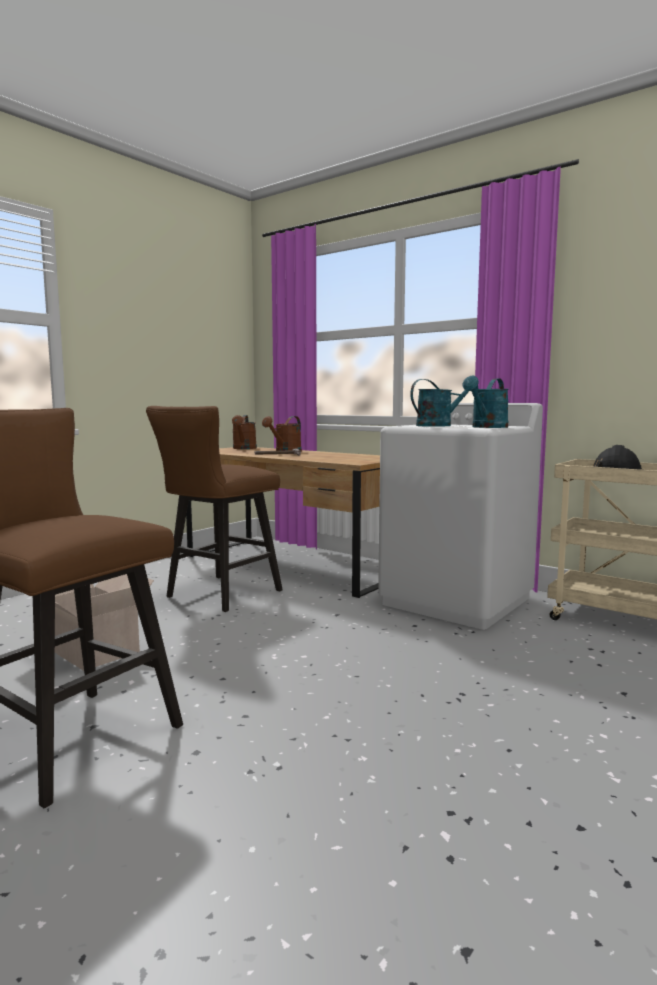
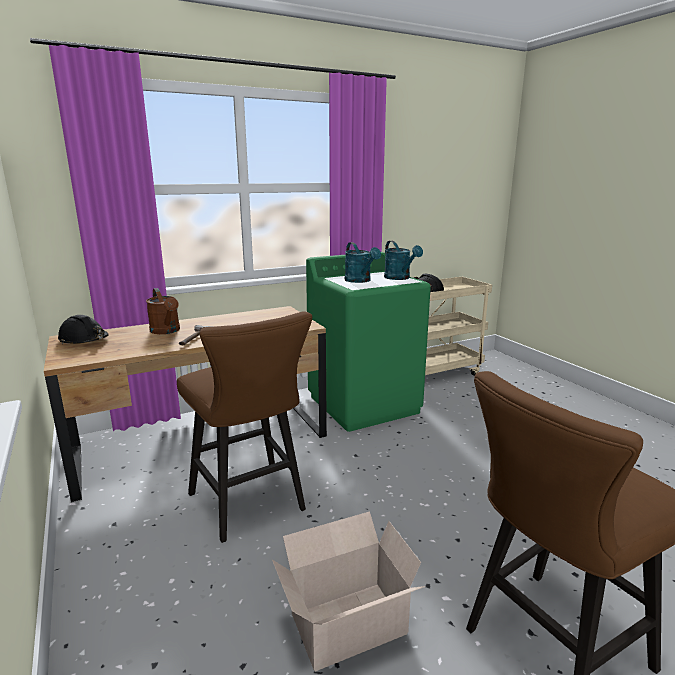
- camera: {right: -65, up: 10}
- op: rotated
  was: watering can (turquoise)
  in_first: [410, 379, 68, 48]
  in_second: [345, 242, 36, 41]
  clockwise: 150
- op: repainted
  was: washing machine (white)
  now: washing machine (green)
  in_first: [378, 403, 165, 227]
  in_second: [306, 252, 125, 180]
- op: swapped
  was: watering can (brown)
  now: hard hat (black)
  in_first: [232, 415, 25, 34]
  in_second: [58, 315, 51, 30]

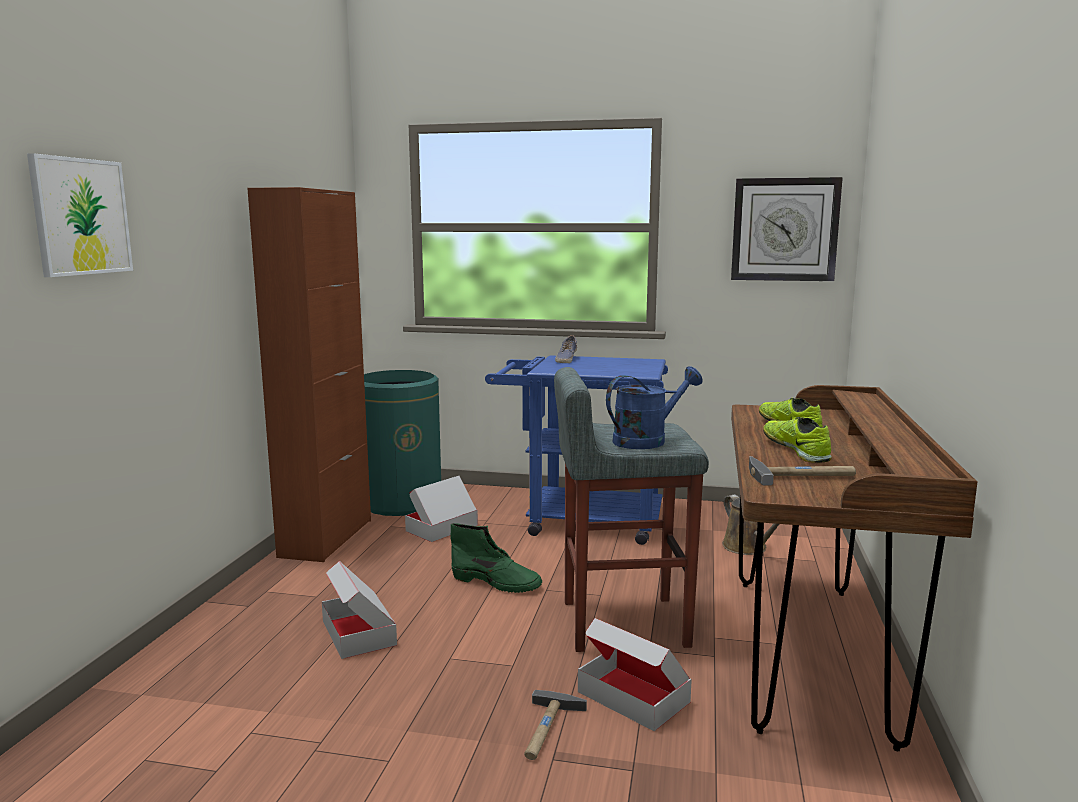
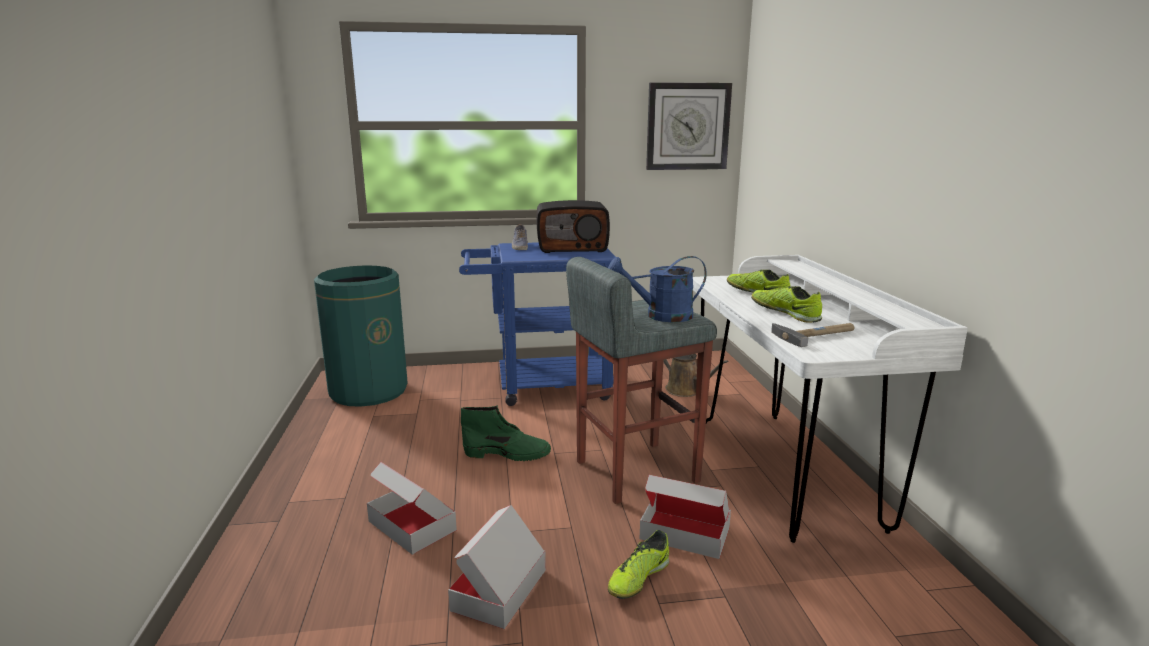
- camera: {right: -20, up: 5}
- op: gone
  was: picture
  in_first: [27, 153, 106, 124]
- op: gone
  was: cabinet (brown)
  in_first: [247, 187, 124, 375]
- op: rotated
  was: watering can (blue)
  in_first: [606, 366, 96, 83]
  in_second: [608, 256, 99, 66]
  clockwise: -135
- op: repainted
  was: desk (brown)
  now: desk (white)
  in_first: [731, 385, 247, 366]
  in_second: [693, 255, 275, 288]
- op: shifted
  was: cardboard box
  in_first: [405, 476, 73, 66]
  in_second: [448, 505, 98, 124]
- op: swapped
  was: hammer
  now: shoe
  in_first: [524, 690, 63, 70]
  in_second: [608, 530, 61, 69]
- op: new
  now: radio
  in_second: [536, 200, 74, 53]

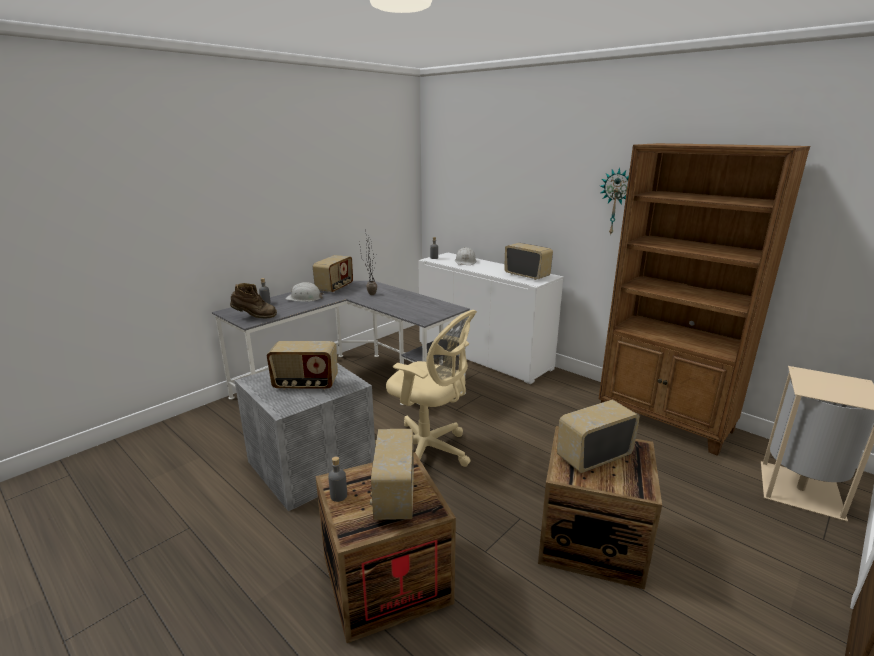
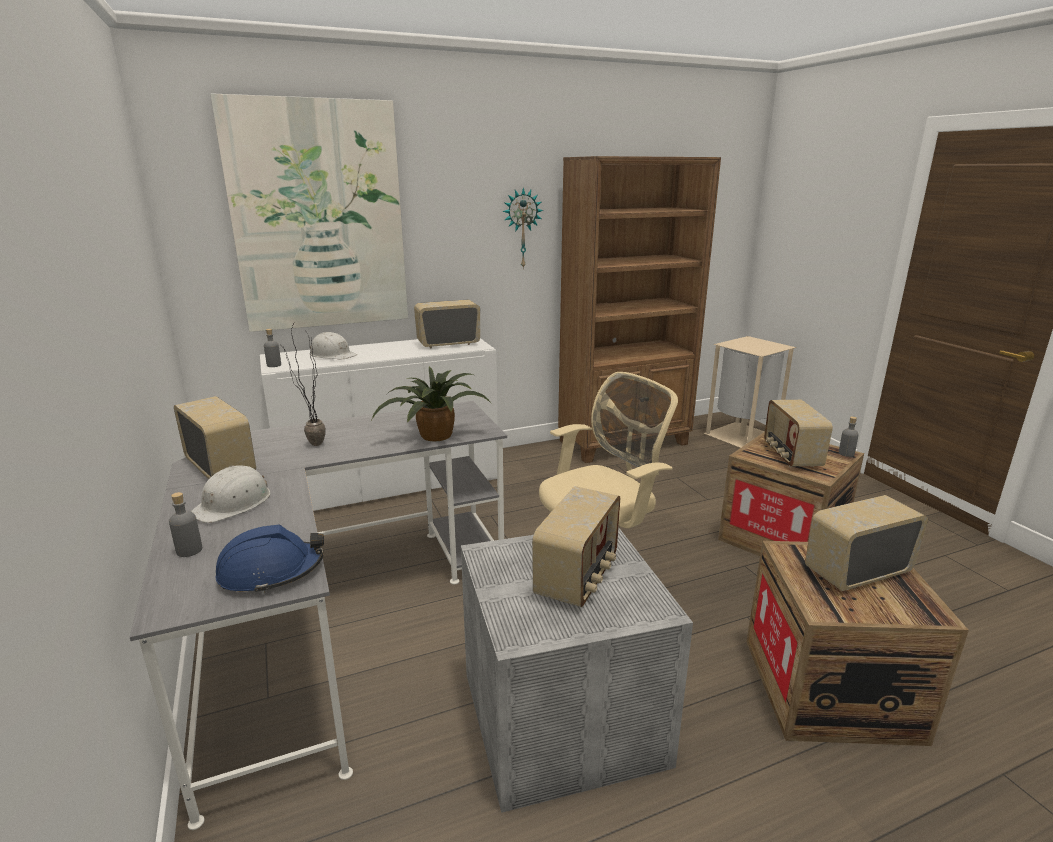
- camera: {right: -65, up: 0}
- op: swapped
  was: boot (brown)
  now: hard hat (blue)
  in_first: [230, 283, 47, 36]
  in_second: [215, 525, 109, 69]
- op: rotated
  was: radio
  in_first: [370, 429, 44, 91]
  in_second: [805, 495, 123, 96]
  clockwise: 135
- op: shifted
  was: bottle (grey)
  in_first: [328, 456, 19, 46]
  in_second: [839, 417, 20, 40]
- op: new
  now: picture
  in_second: [210, 93, 198, 239]
- op: new
  now: potted plant
  in_second: [371, 367, 120, 74]

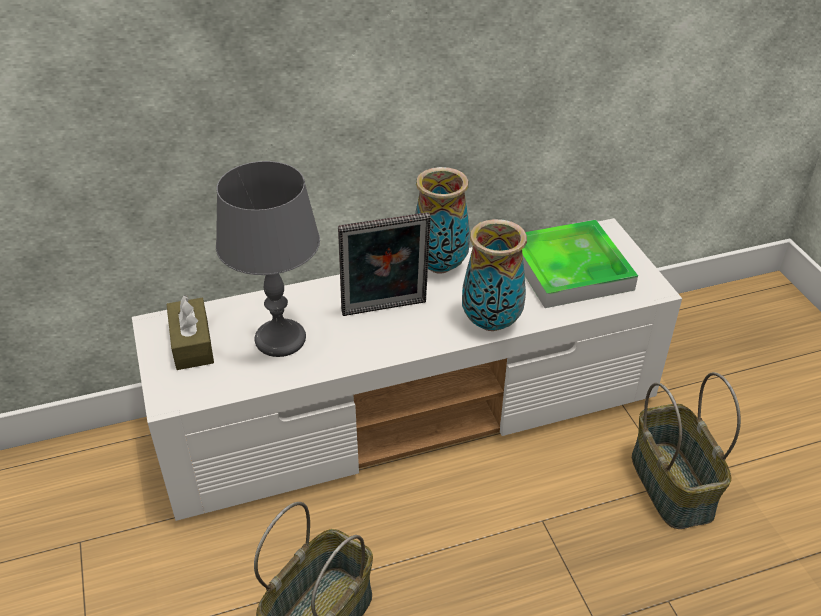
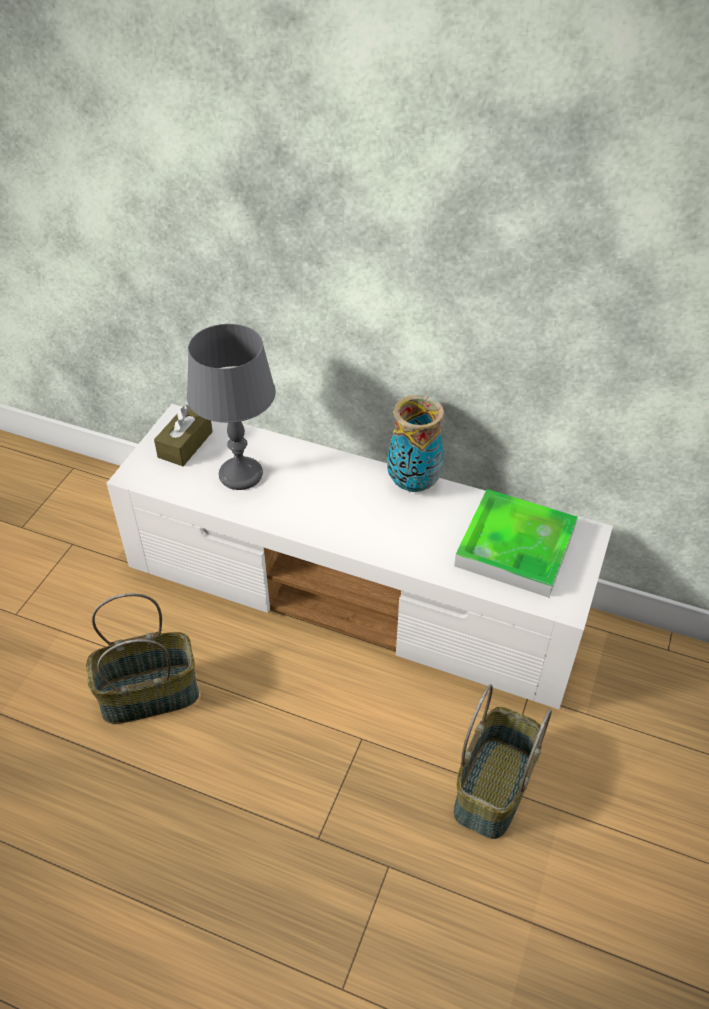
- camera: {right: 40, up: 5}
- op: gone
  was: picture frame
  in_first: [338, 212, 93, 104]
- op: gone
  was: vase
  in_first: [462, 219, 65, 112]

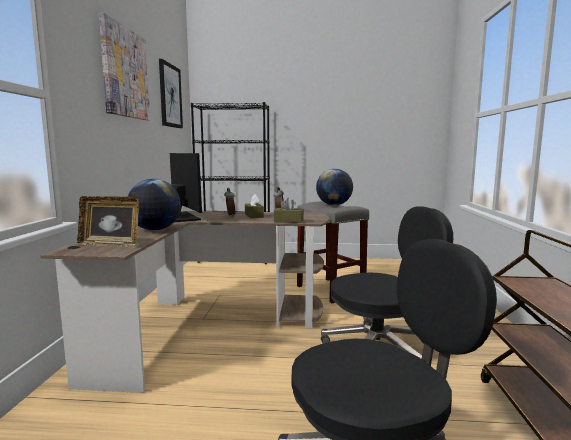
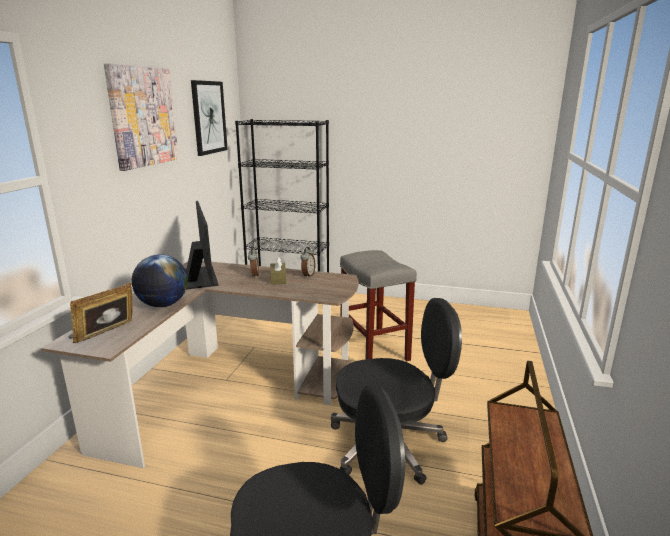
- camera: {right: 10, up: 10}
- op: gone
  was: globe
  in_first: [316, 169, 37, 37]
- op: rotated
  was: picture frame
  in_first: [77, 196, 62, 52]
  in_second: [70, 283, 63, 60]
  clockwise: 105
- op: gone
  was: tissue box (brown)
  in_first: [274, 198, 30, 25]

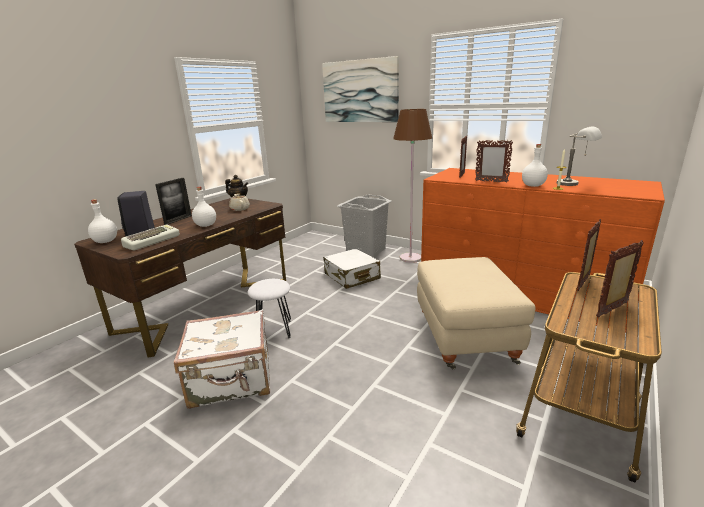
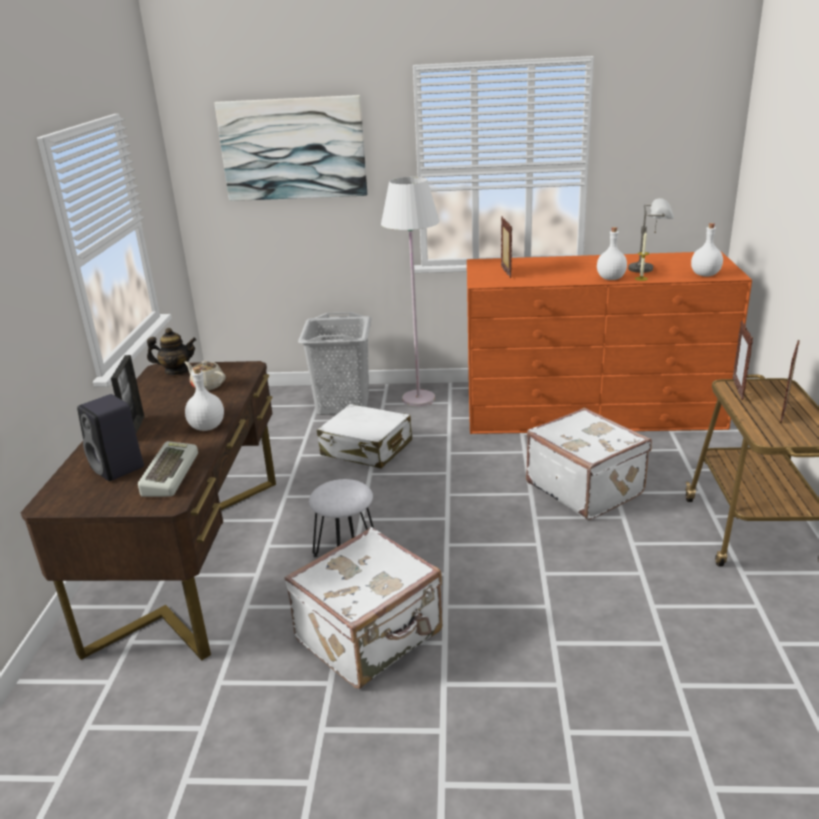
- camera: {right: -30, up: 5}
- op: repainted
  was: floor lamp (brown)
  now: floor lamp (white)
  in_first: [393, 109, 39, 154]
  in_second: [381, 177, 58, 230]
- op: gone
  was: picture frame
  in_first: [475, 140, 38, 43]
- op: shifted
  was: bottle (white)
  in_first: [88, 199, 29, 44]
  in_second: [691, 223, 32, 53]
- op: swapped
  was: ottoman (beige)
  now: suitcase (white)
  in_first: [417, 257, 118, 112]
  in_second: [526, 408, 126, 112]

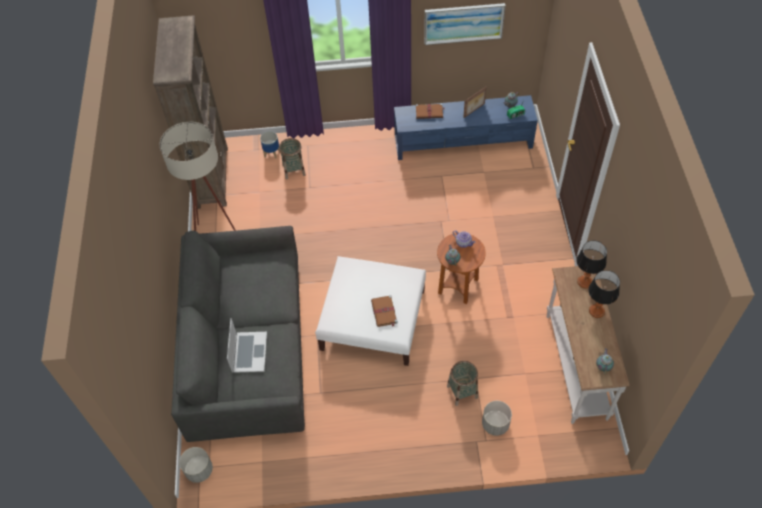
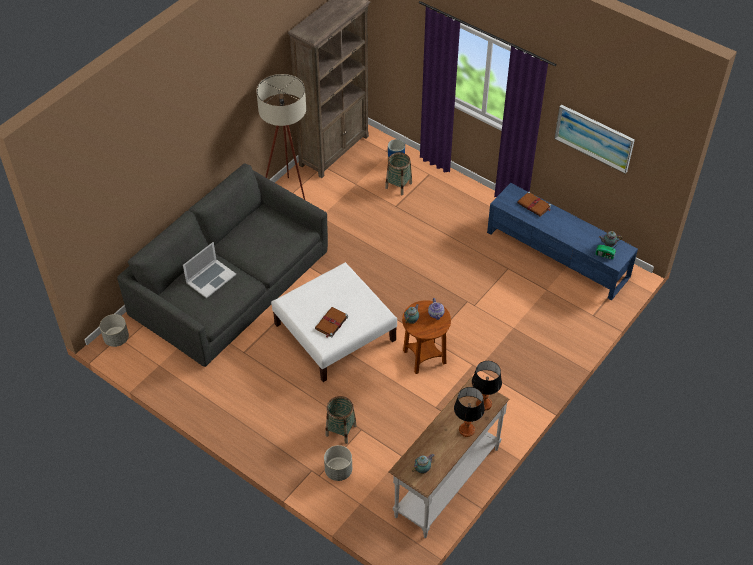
- camera: {right: 40, up: -5}
- op: gone
  was: picture frame
  in_first: [463, 87, 23, 31]

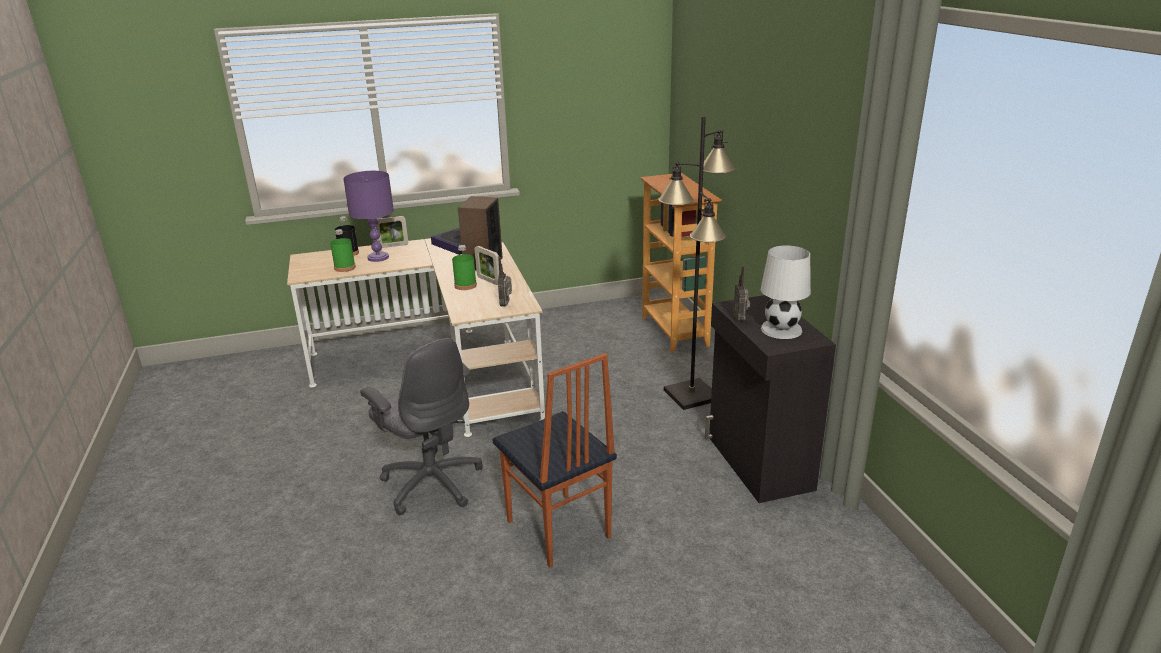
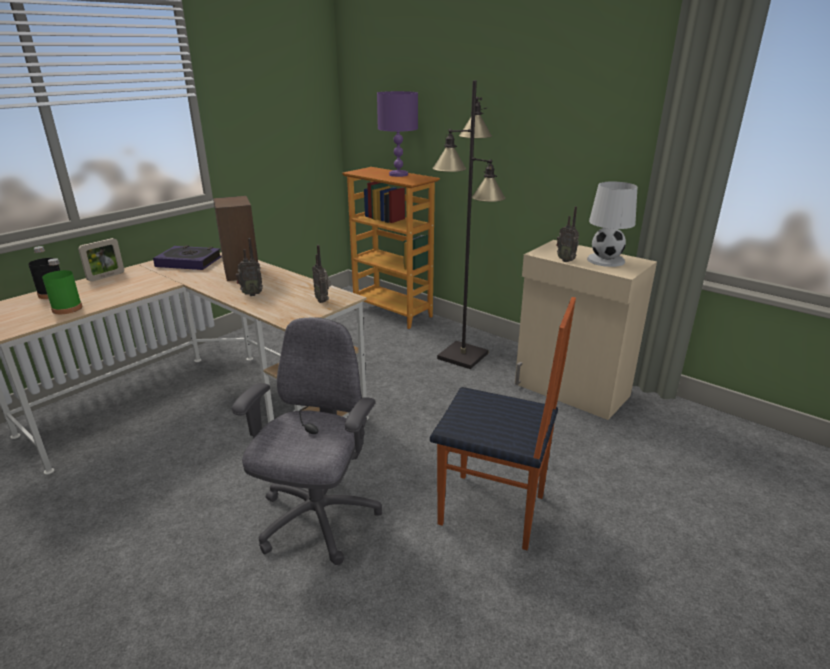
- camera: {right: -35, up: 0}
- op: shifted
  was: table lamp (purple)
  in_first: [343, 171, 51, 91]
  in_second: [377, 91, 41, 86]
- op: swapped
  was: bottle (green)
  now: radio
  in_first: [452, 245, 25, 45]
  in_second: [236, 238, 27, 58]
- op: gone
  was: picture frame
  in_first: [475, 246, 24, 39]
- op: repainted
  was: cabinet (black)
  now: cabinet (beige)
  in_first: [705, 295, 131, 208]
  in_second: [515, 240, 142, 180]
- op: rotated
  was: office chair (grey)
  in_first: [360, 338, 123, 177]
  in_second: [232, 317, 150, 248]
  clockwise: -90

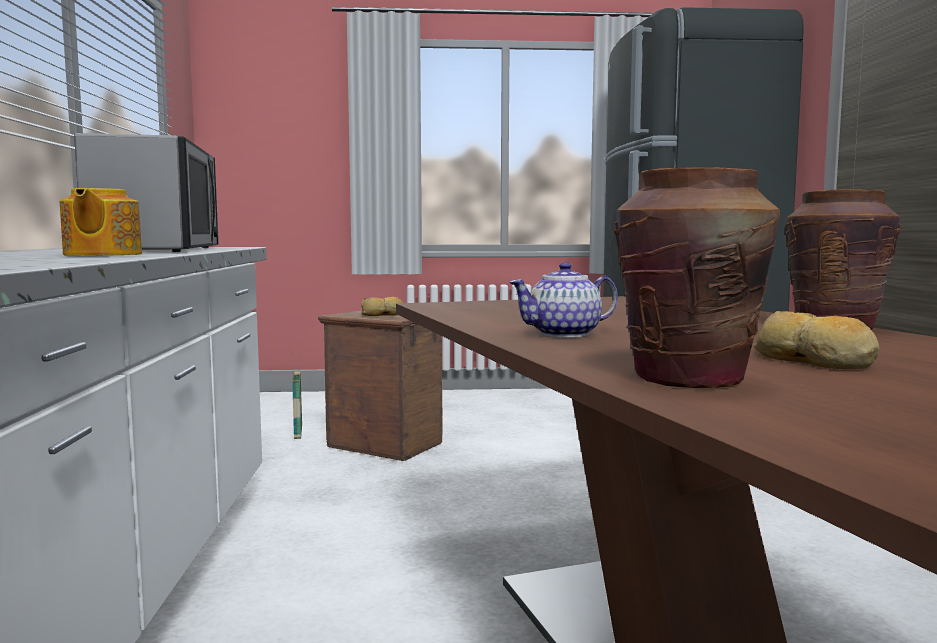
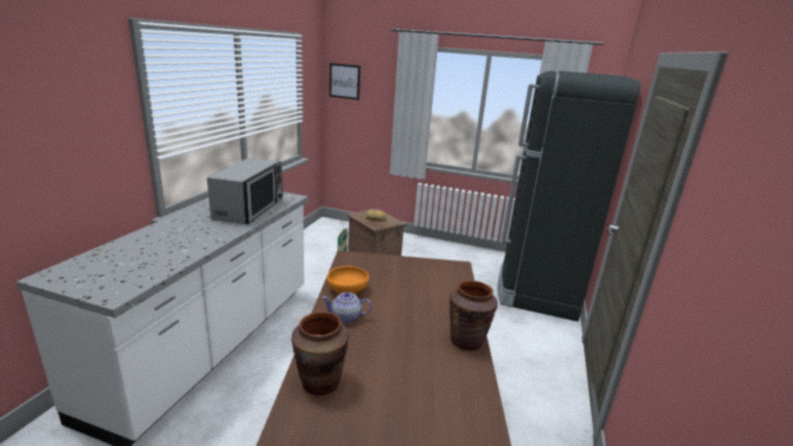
- camera: {right: 20, up: 15}
- op: gone
  was: teapot
  in_first: [60, 188, 82, 68]
- op: gone
  was: bread
  in_first: [754, 311, 125, 58]
- op: new
  now: picture
  in_second: [329, 63, 31, 37]
- op: new
  now: bowl (orange)
  in_second: [327, 266, 42, 27]

